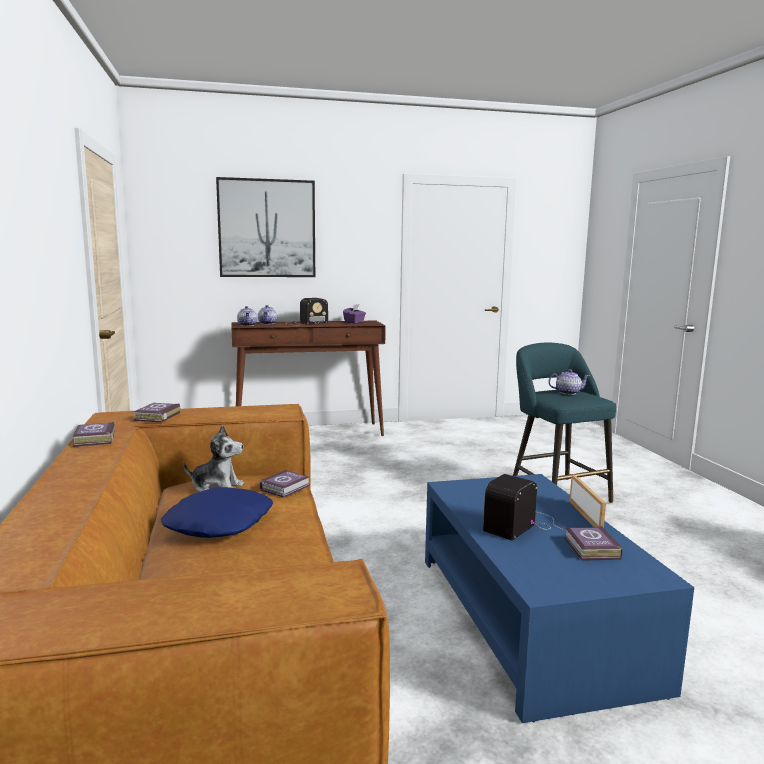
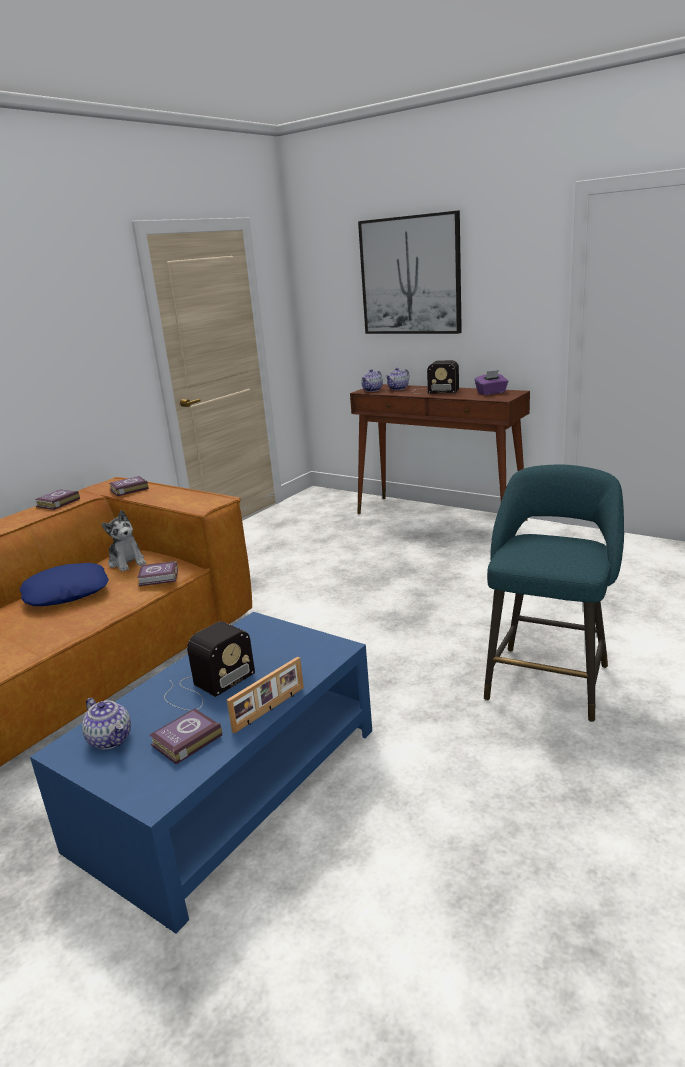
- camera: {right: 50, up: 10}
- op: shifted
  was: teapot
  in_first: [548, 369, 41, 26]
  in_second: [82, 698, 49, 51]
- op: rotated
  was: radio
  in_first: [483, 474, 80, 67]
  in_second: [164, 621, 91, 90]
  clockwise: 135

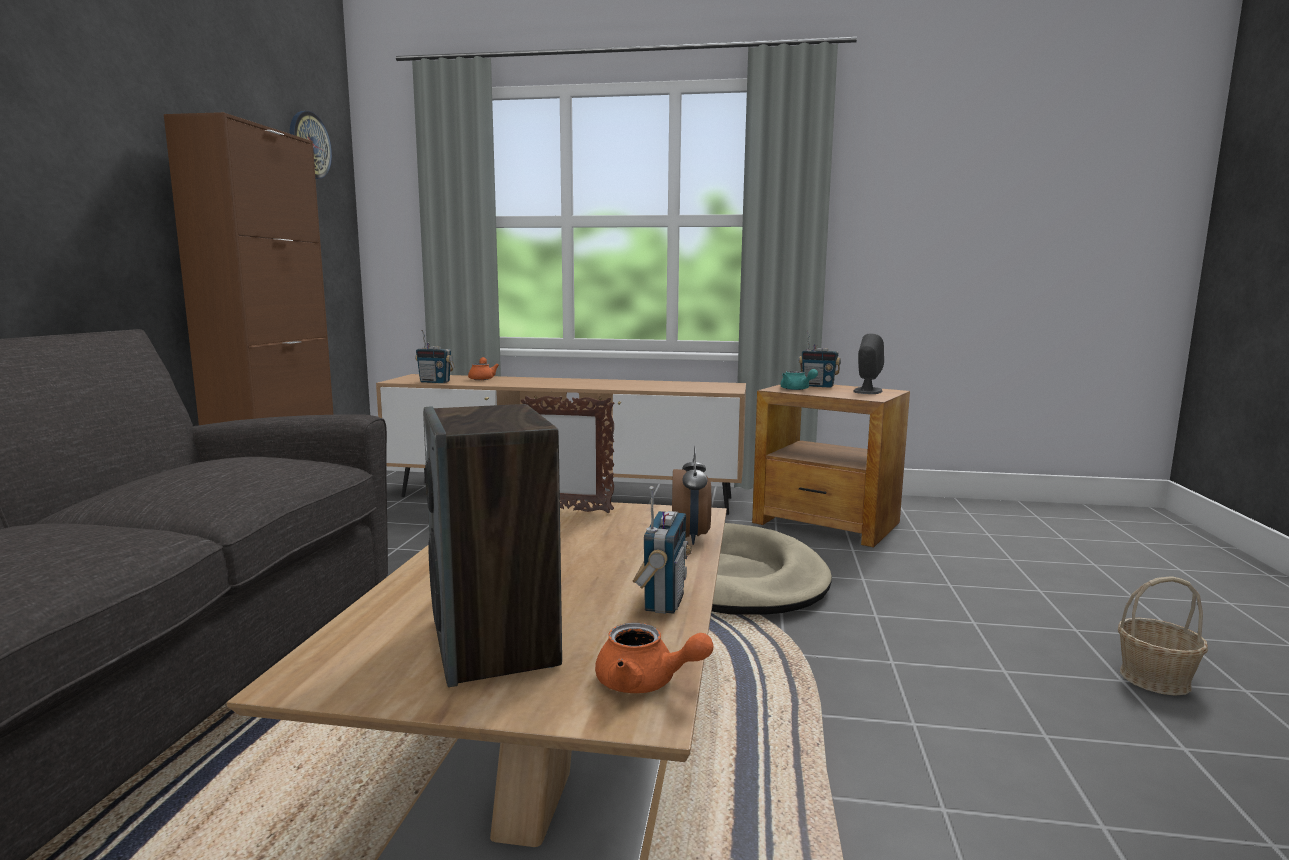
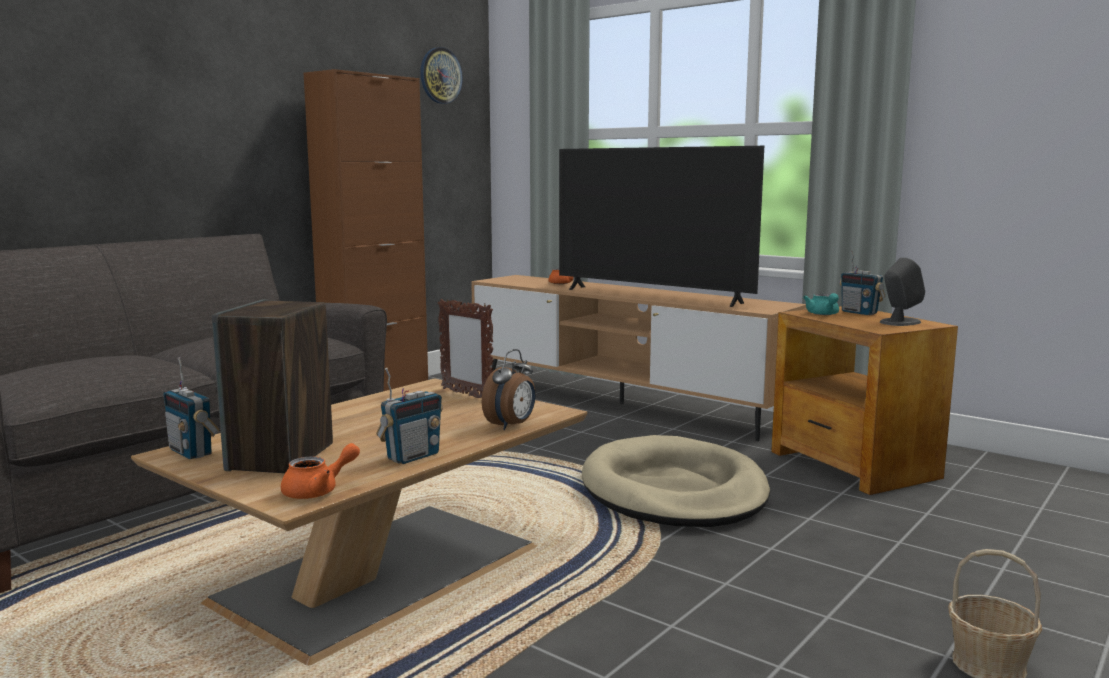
- camera: {right: 30, up: 0}
- op: shifted
  was: radio
  in_first: [415, 330, 40, 53]
  in_second: [163, 357, 57, 102]
- op: rotated
  was: teapot (orange)
  in_first: [595, 623, 119, 70]
  in_second: [281, 443, 79, 56]
  clockwise: -90
- op: new
  now: television
  in_second: [559, 146, 205, 161]

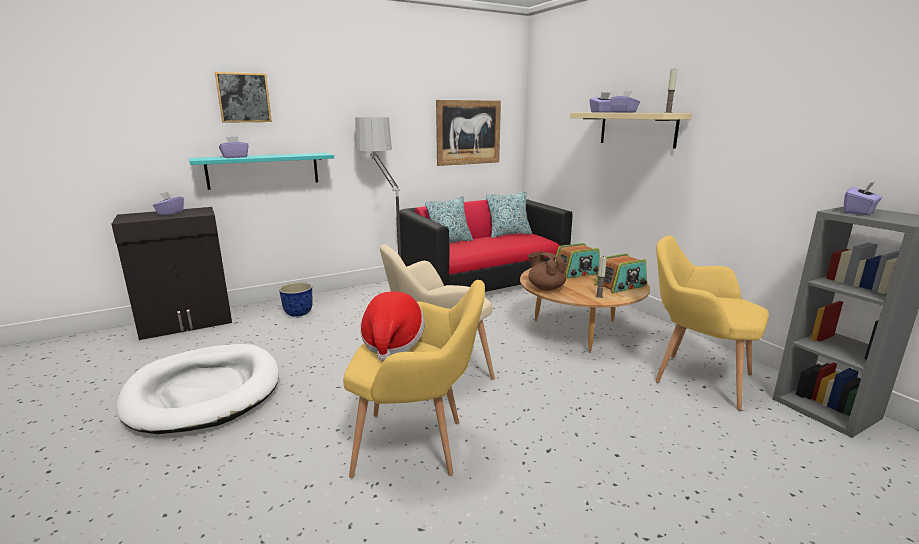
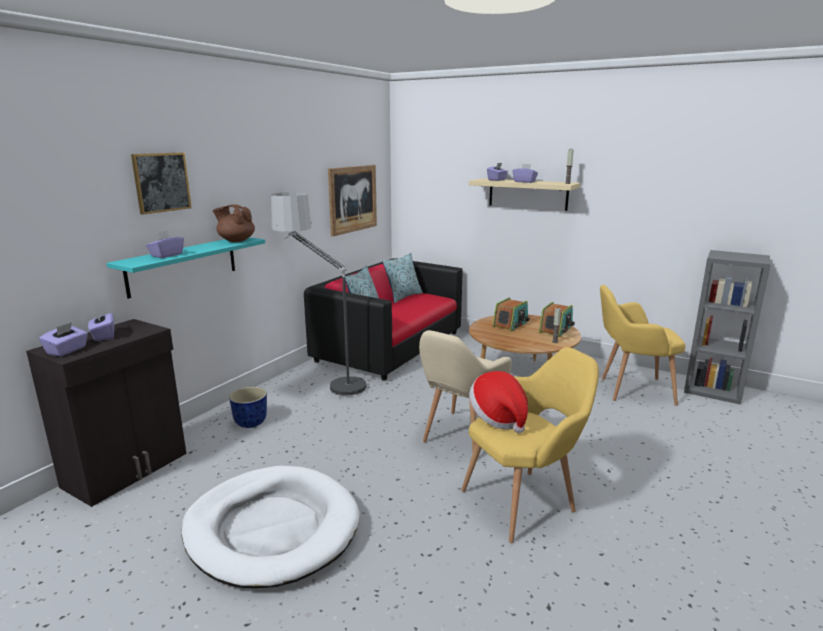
- camera: {right: -30, up: 0}
- op: shifted
  was: tissue box (purple)
  in_first: [844, 182, 39, 33]
  in_second: [39, 322, 49, 35]
- op: shifted
  was: teapot (brown)
  in_first: [528, 251, 39, 40]
  in_second: [213, 204, 42, 38]

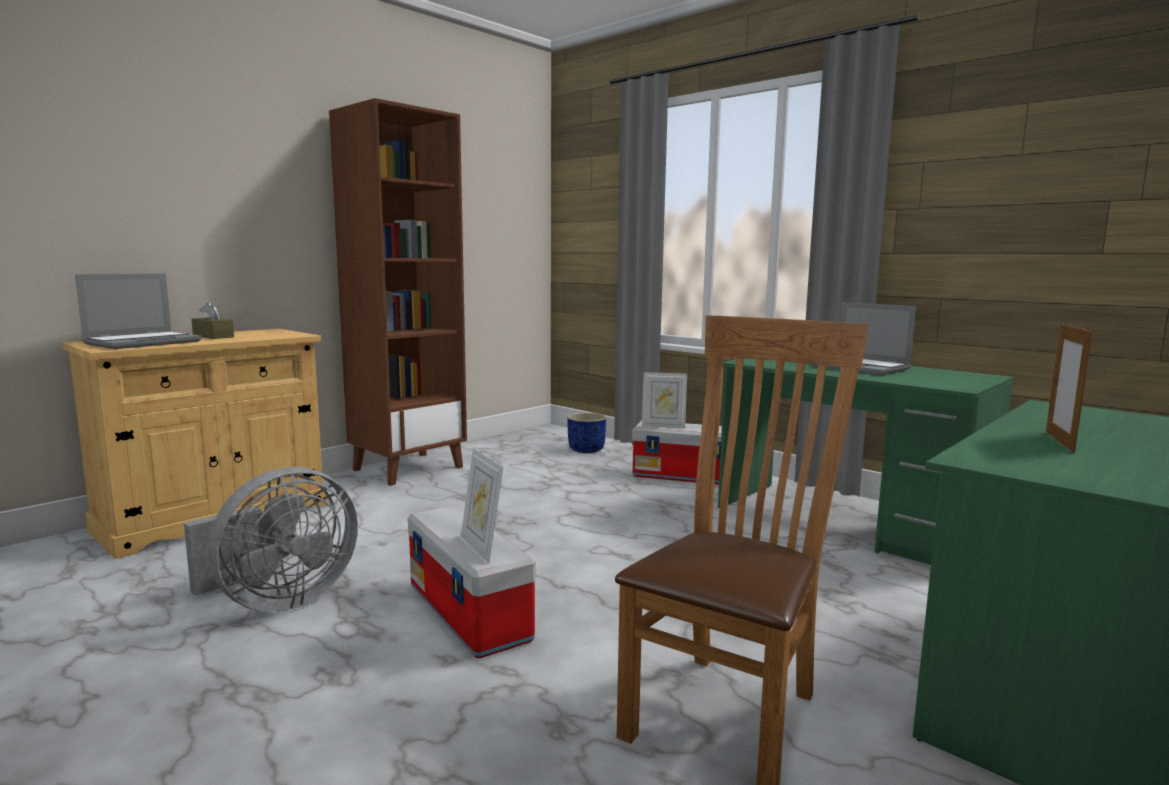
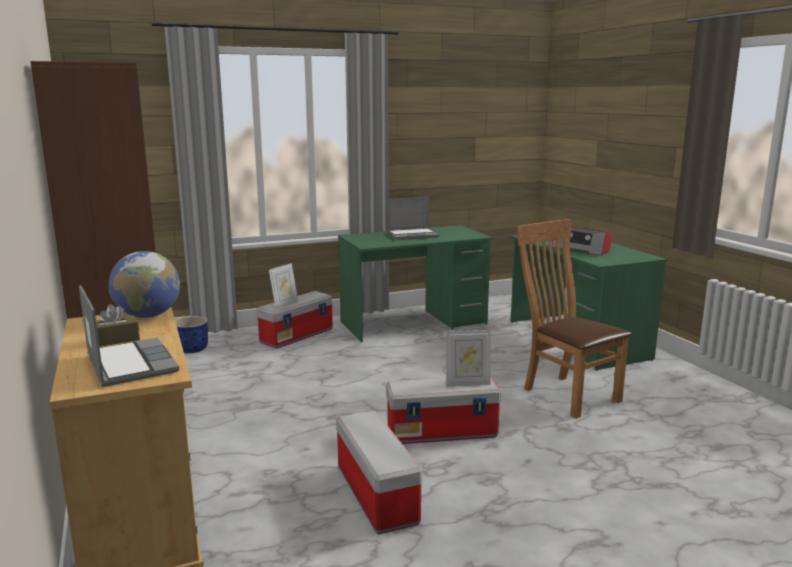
- camera: {right: -65, up: 5}
- op: swapped
  was: picture frame
  now: radio
  in_first: [1046, 322, 46, 131]
  in_second: [552, 227, 60, 29]
- op: swapped
  was: fan (grey)
  now: storage box
  in_first: [184, 467, 174, 145]
  in_second: [337, 410, 85, 124]
- op: new
  now: globe
  in_second: [109, 251, 71, 67]

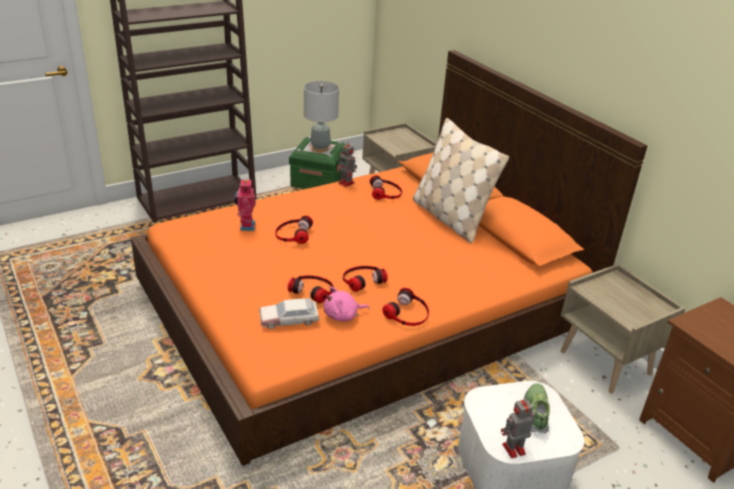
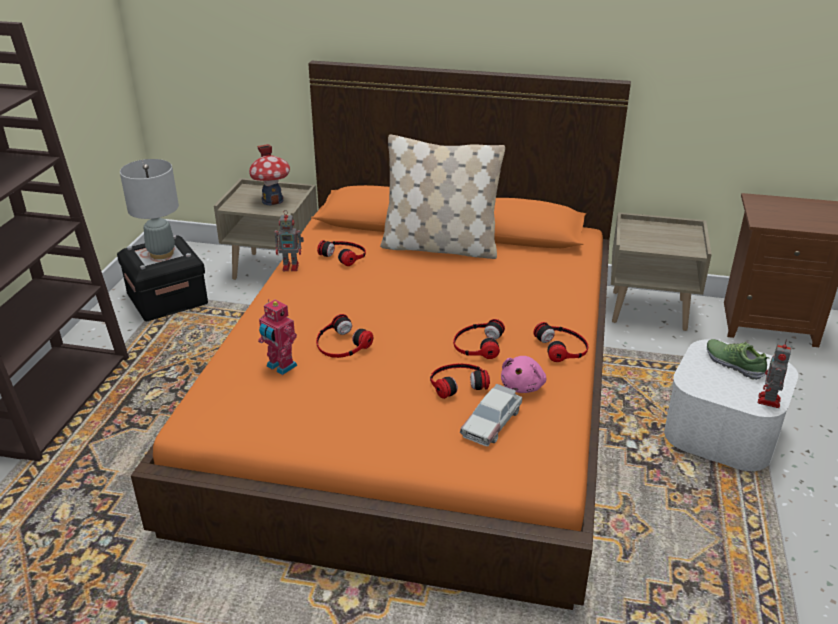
- camera: {right: -45, up: 0}
- op: repainted
  was: storage box (green)
  now: storage box (black)
  in_first: [289, 136, 57, 53]
  in_second: [117, 235, 91, 86]
- op: new
  now: toy house
  in_second: [249, 144, 41, 61]

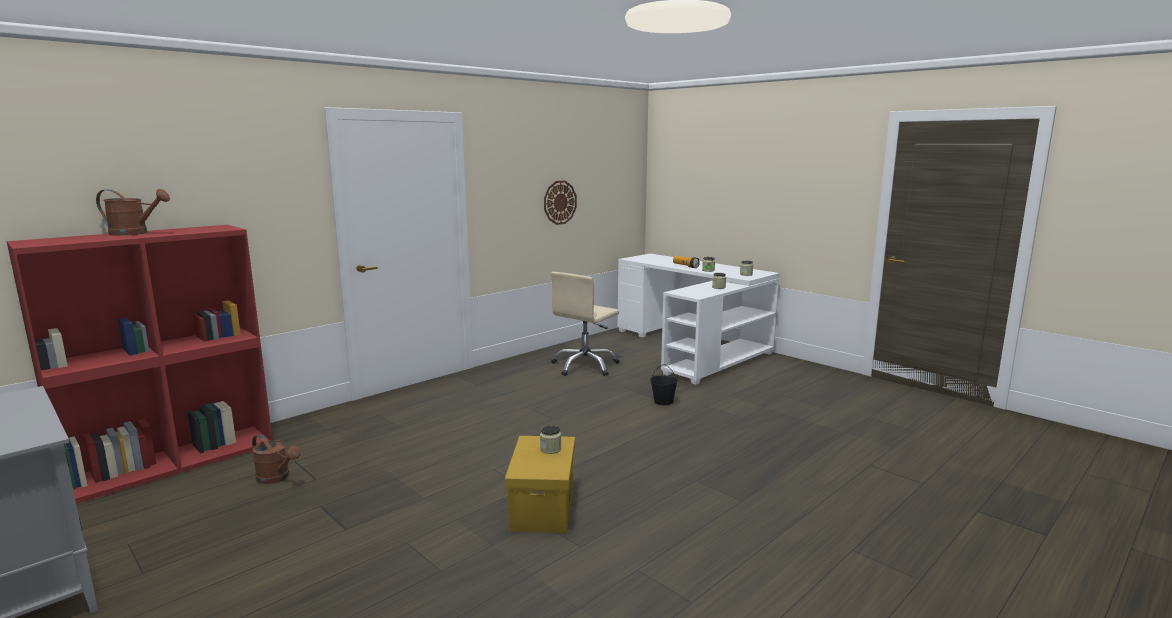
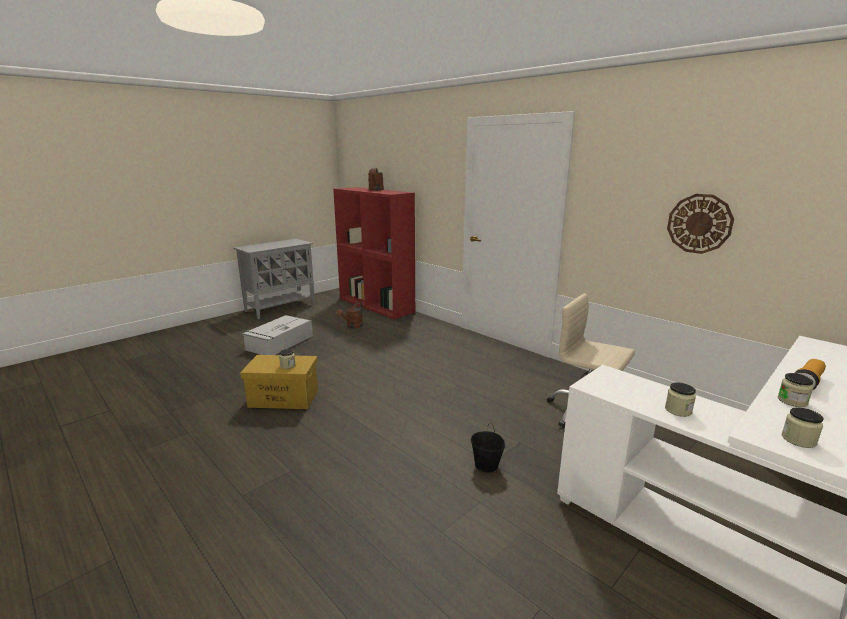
- camera: {right: 90, up: 5}
- op: new
  now: storage box (grey)
  in_second: [243, 315, 70, 40]

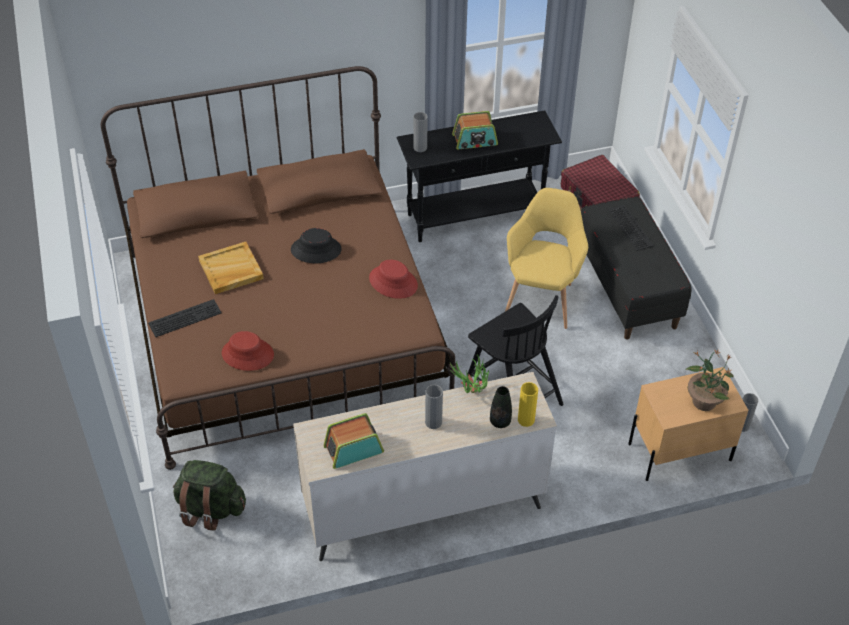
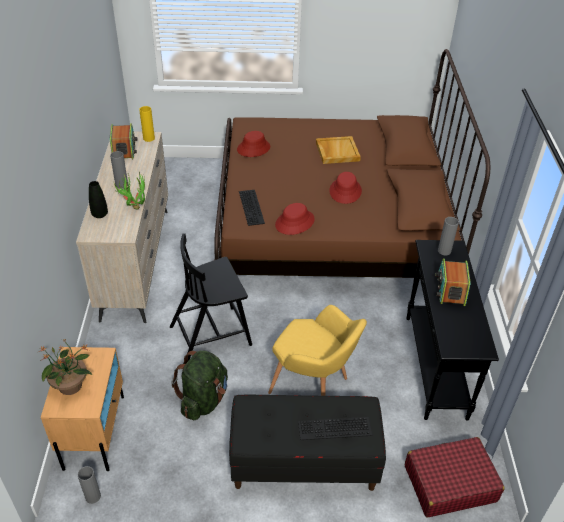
- camera: {right: 105, up: -5}
- op: repainted
  was: hat (black)
  now: hat (red)
  in_first: [291, 228, 51, 35]
  in_second: [329, 172, 33, 32]
- op: shifted
  was: keyboard
  in_first: [148, 299, 74, 38]
  in_second: [239, 190, 26, 36]
- op: shifted
  was: vase (yellow)
  in_first: [518, 382, 20, 45]
  in_second: [139, 106, 16, 36]
- op: shifted
  was: backpack (green)
  in_first: [173, 460, 73, 71]
  in_second: [171, 351, 57, 69]

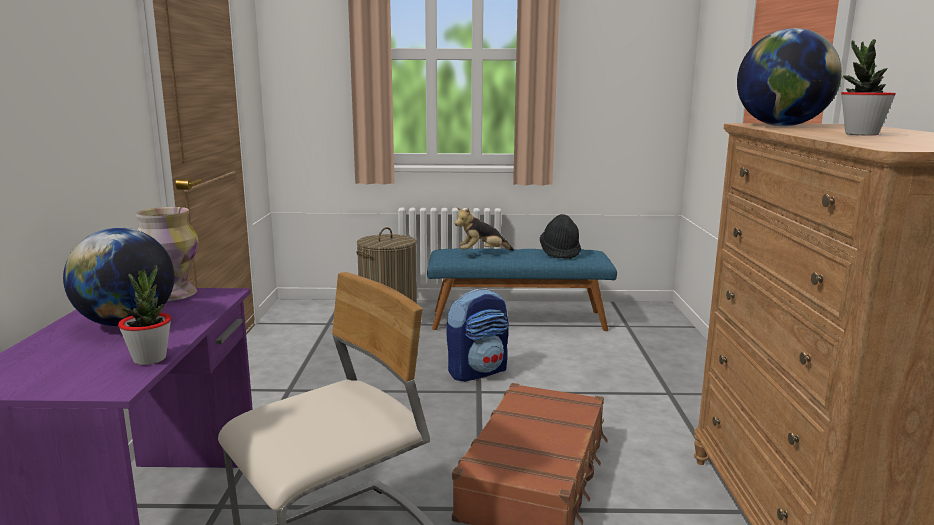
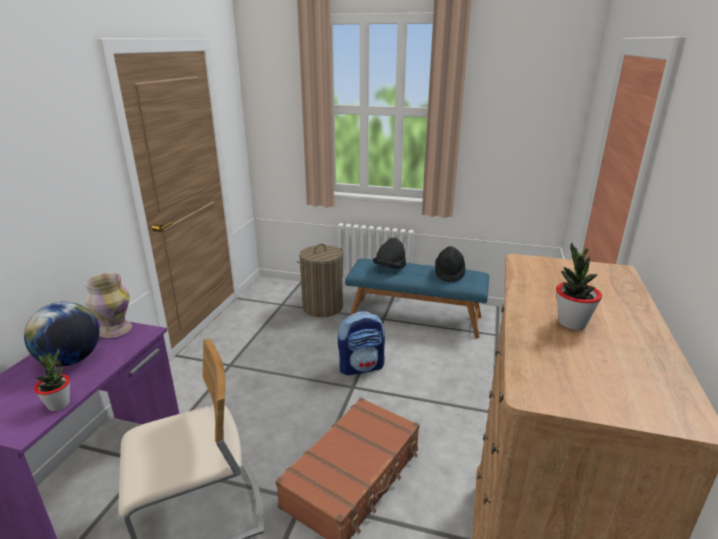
- camera: {right: 15, up: 10}
- op: gone
  was: globe
  in_first: [737, 28, 105, 98]
- op: swapped
  was: plush toy
  now: hat (black)
  in_first: [455, 207, 59, 44]
  in_second: [373, 237, 33, 32]

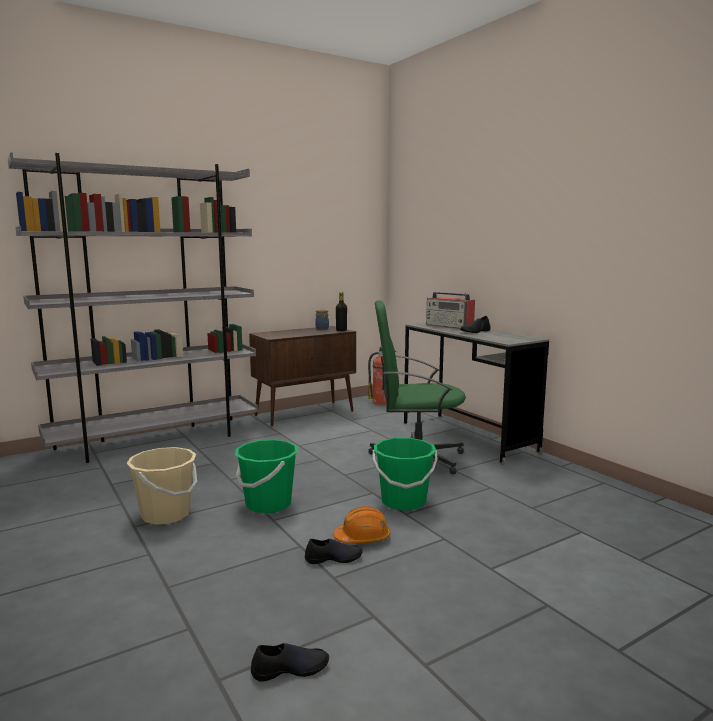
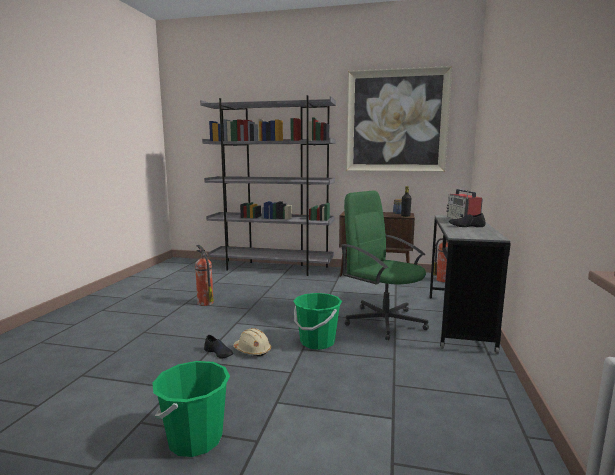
- camera: {right: 45, up: 0}
- op: shifted
  was: bucket (green)
  in_first: [235, 440, 63, 74]
  in_second: [152, 361, 78, 96]
- op: swapped
  was: bucket (beige)
  now: fire extinguisher
  in_first: [126, 447, 71, 78]
  in_second: [195, 245, 19, 61]
- op: repainted
  was: hard hat (orange)
  now: hard hat (beige)
  in_first: [333, 506, 58, 37]
  in_second: [233, 328, 38, 28]
- op: gone
  was: shoe (black)
  in_first: [251, 643, 78, 39]
- op: new
  now: picture
  in_second: [346, 66, 106, 106]

